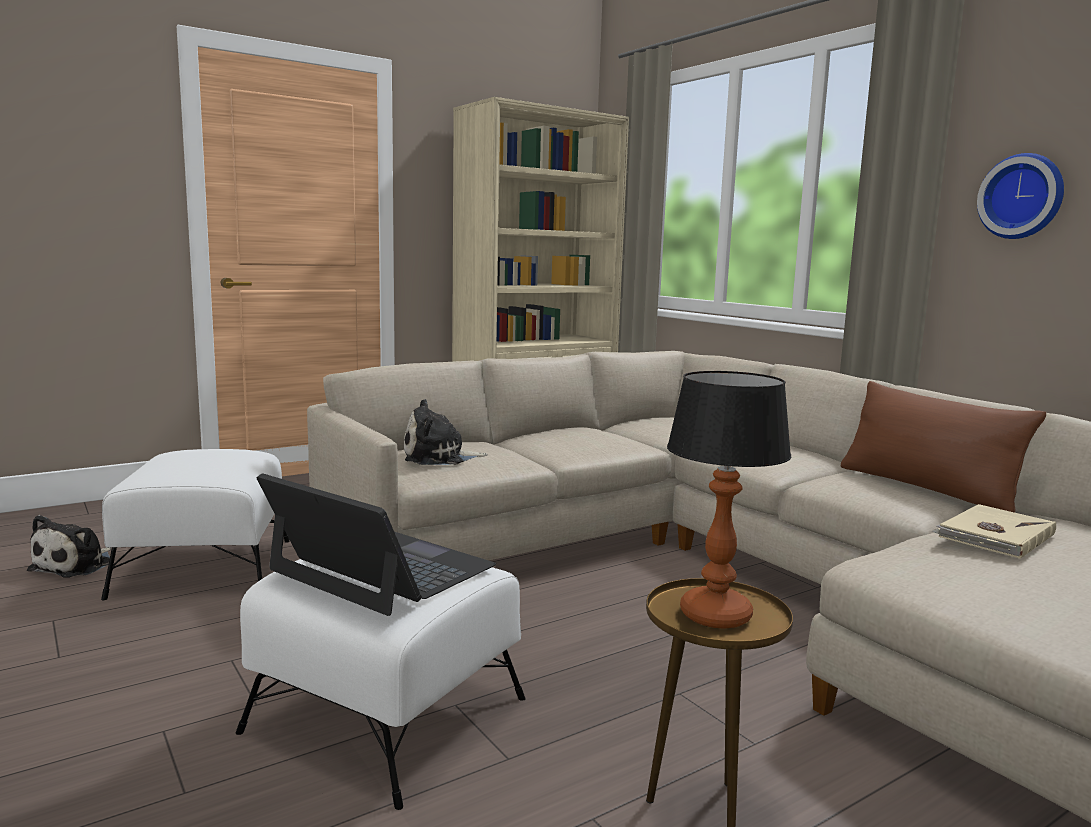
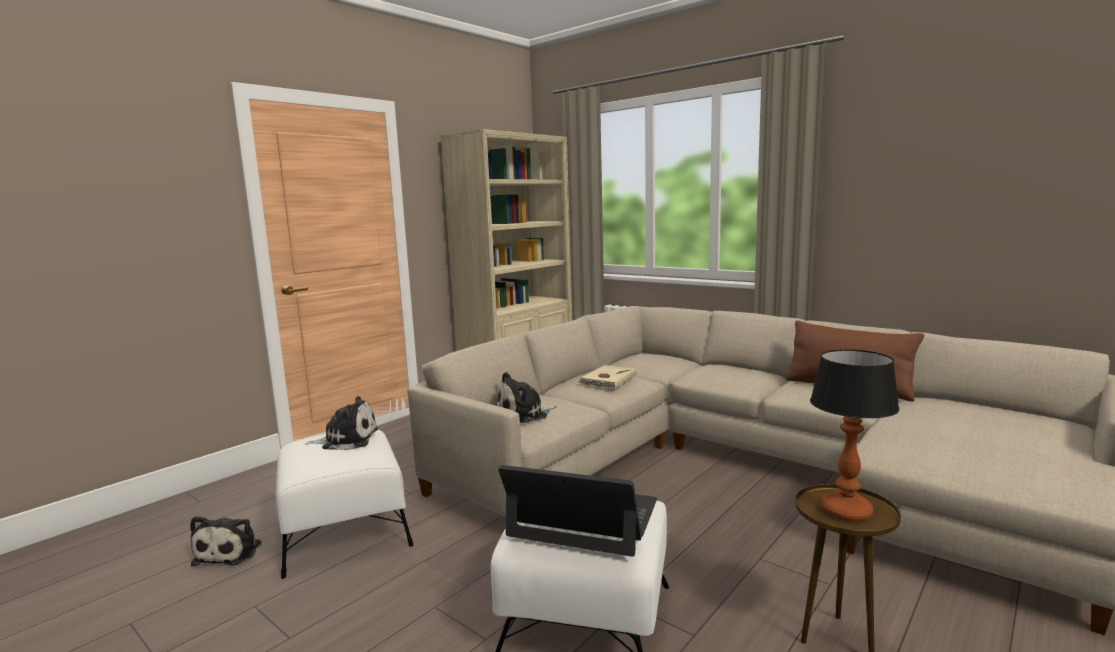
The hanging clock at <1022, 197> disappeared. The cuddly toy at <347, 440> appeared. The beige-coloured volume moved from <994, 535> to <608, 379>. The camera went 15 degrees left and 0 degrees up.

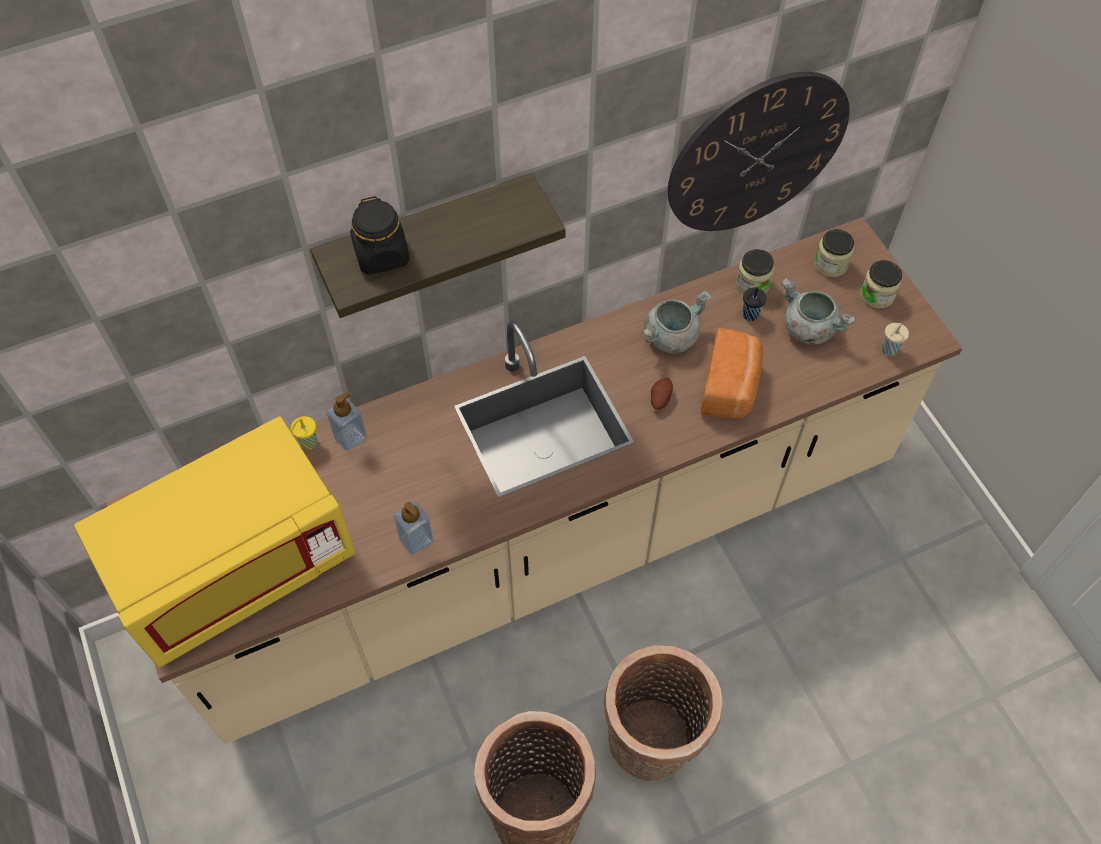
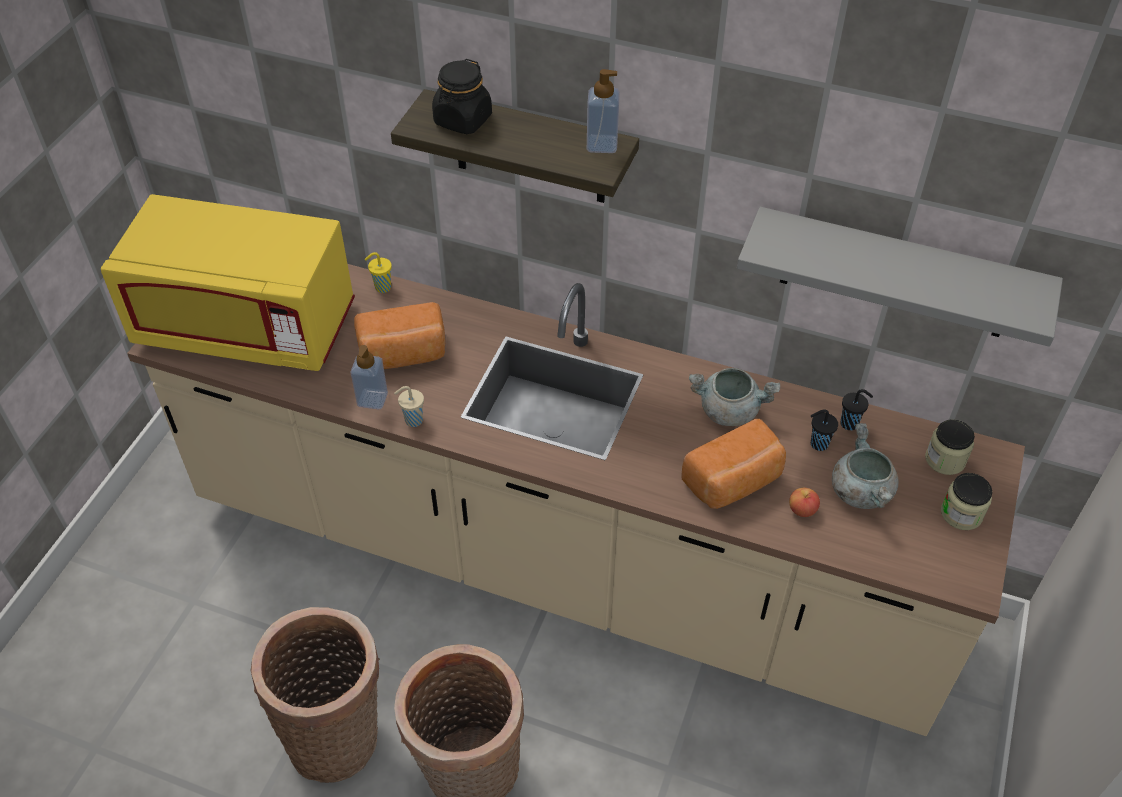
The potato at <659, 399> disappeared. The bread at <404, 355> appeared. The apple fruit at <802, 510> appeared. The liquid soap bottle moved from <350, 437> to <602, 144>. The beige-coloured drinking cup moved from <888, 350> to <412, 420>. The hanging clock at <757, 153> was replaced by the grey shelf at <896, 274>. The jar at <752, 284> was replaced by the black drinking cup at <850, 424>. The camera went 45 degrees right and 10 degrees down.

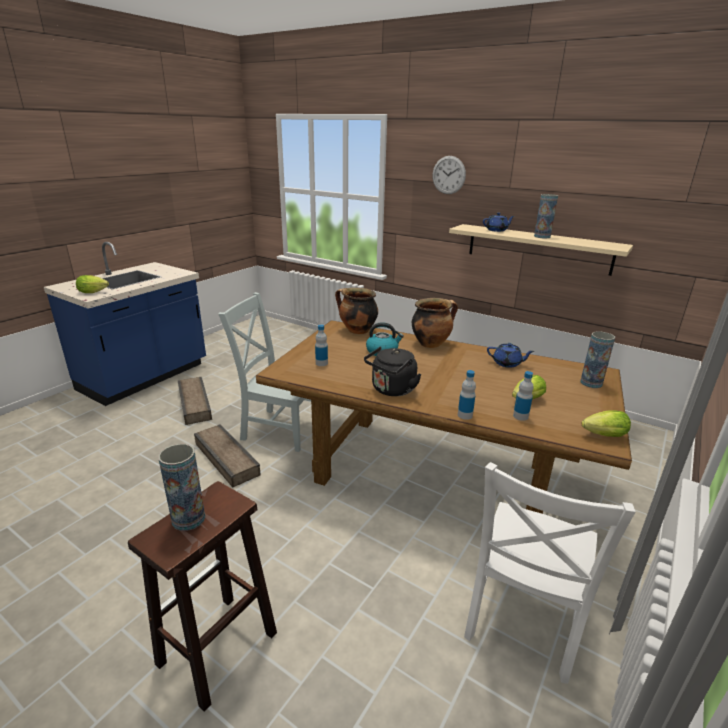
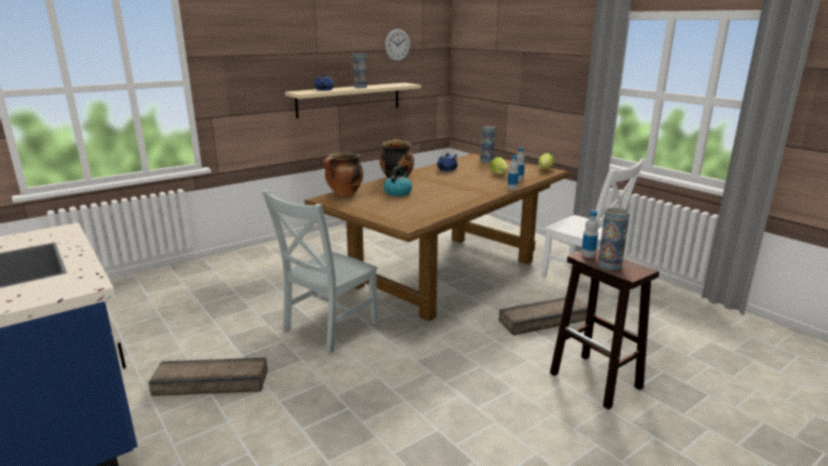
The lettuce at <94, 292> disappeared. The black tea kettle at <392, 390> disappeared. The shipping crate moved from <225, 459> to <545, 320>. The drink bottle moved from <321, 363> to <588, 254>. The hanging clock moved from <448, 175> to <397, 45>. The camera went 70 degrees left and 5 degrees down.

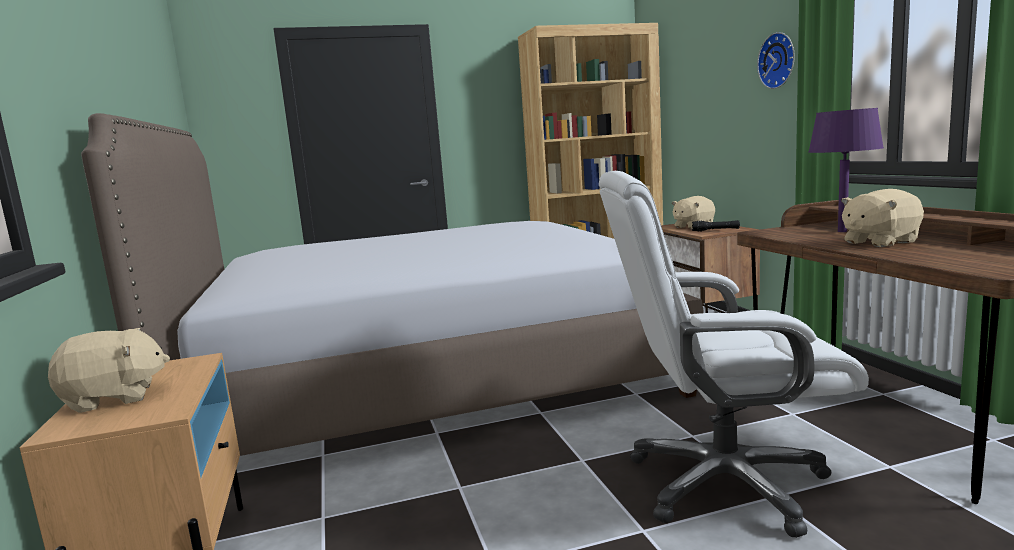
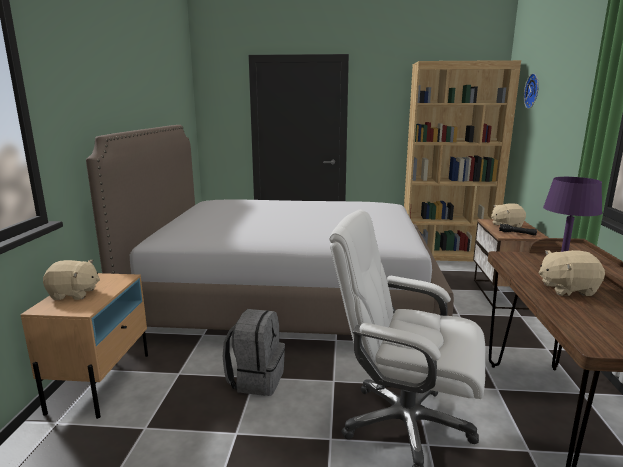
The grey rucksack at <256, 379> appeared. The hanging clock moved from <779, 60> to <533, 91>. The camera went 20 degrees right and 5 degrees up.

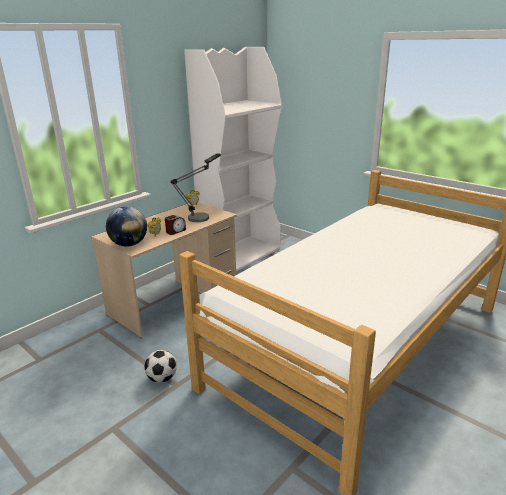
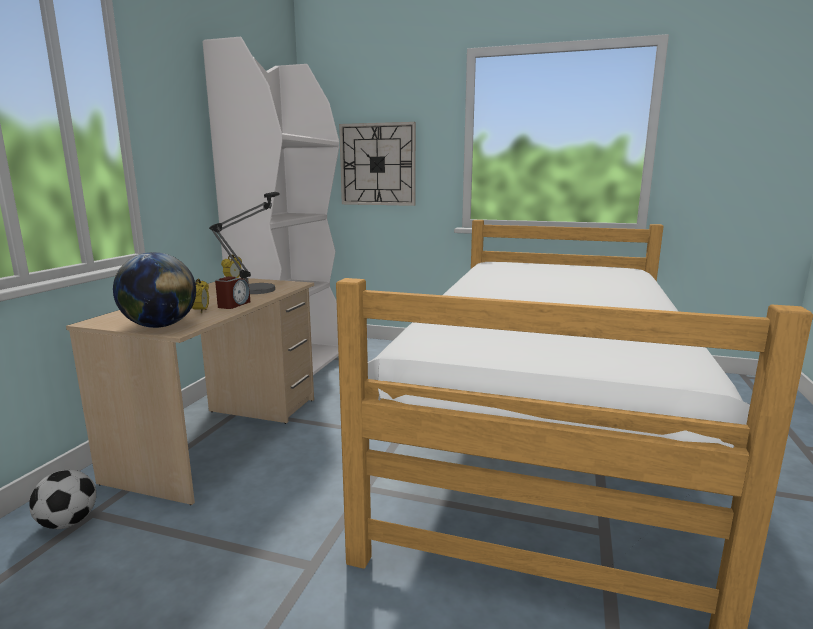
The hanging clock at <377, 164> appeared. The ball for football moved from <162, 378> to <68, 523>. The camera went 25 degrees left and 10 degrees down.

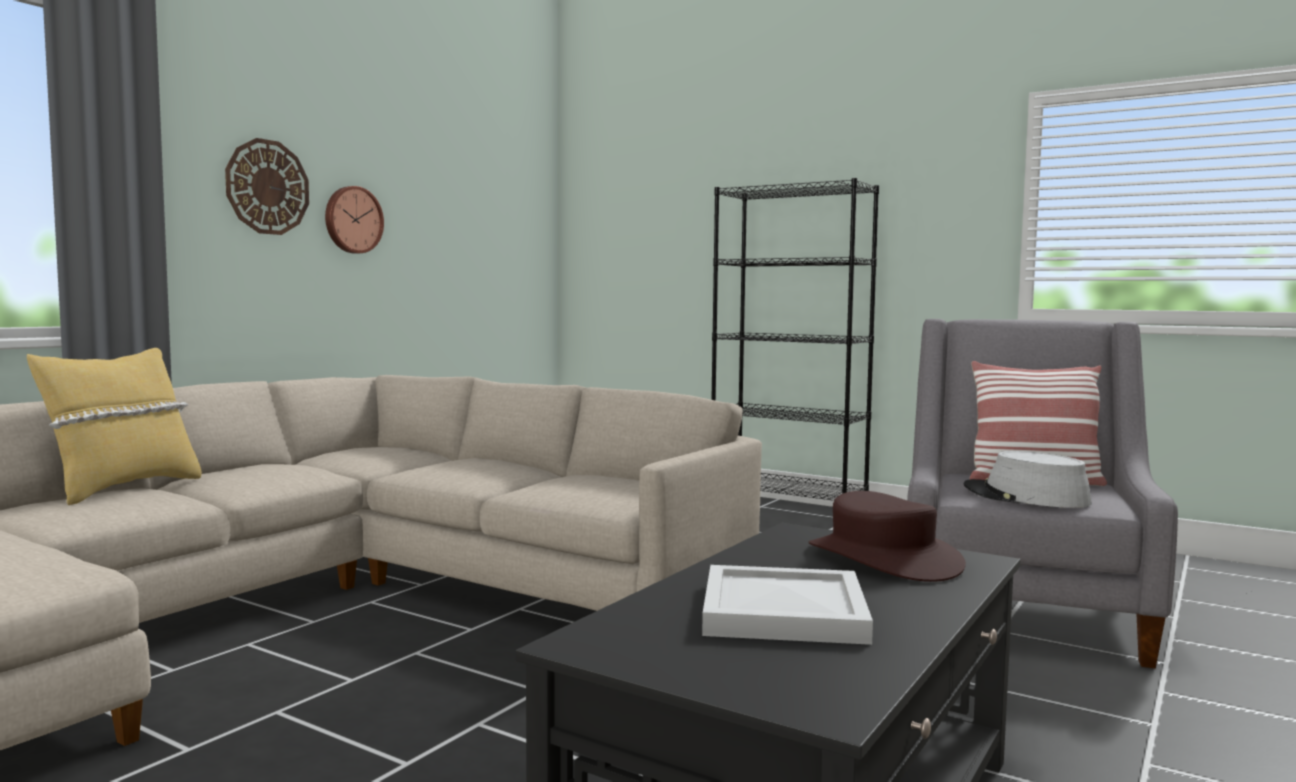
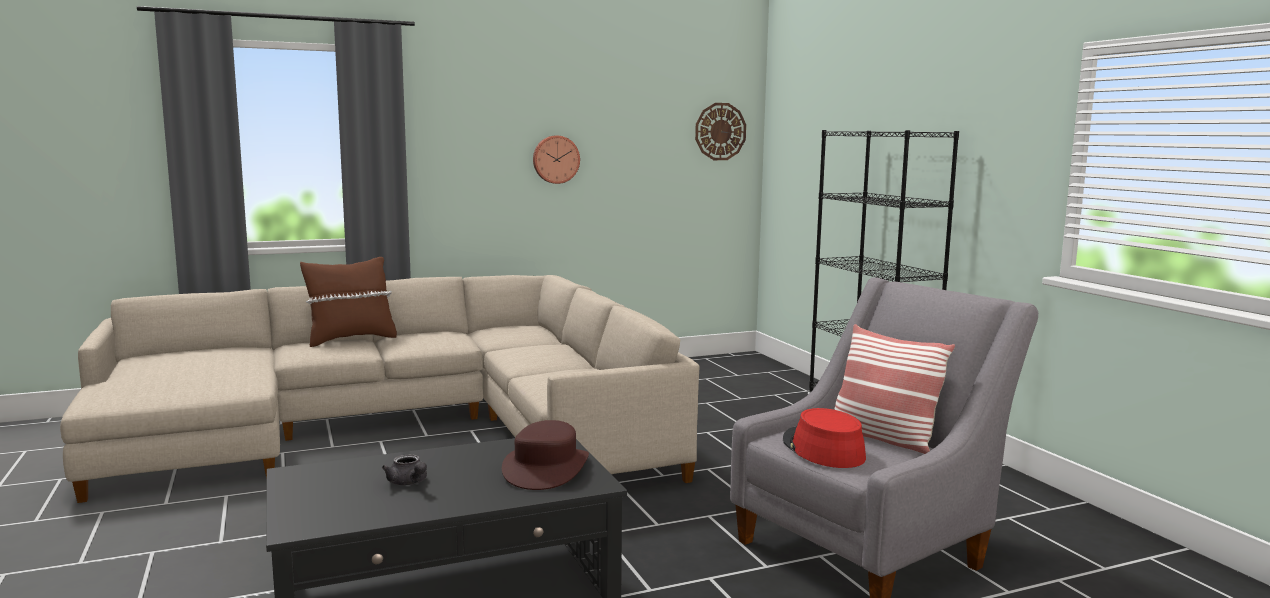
The hanging clock moved from <267, 187> to <720, 131>. The white-coloured carrying tray at <786, 611> was replaced by the grey teapot at <409, 483>. The yellowish throw pillow at <123, 489> became the brown throw pillow at <350, 339>. The grey wearable hat at <1025, 496> became the red-coloured wearable hat at <822, 449>. The camera went 35 degrees right and 5 degrees up.

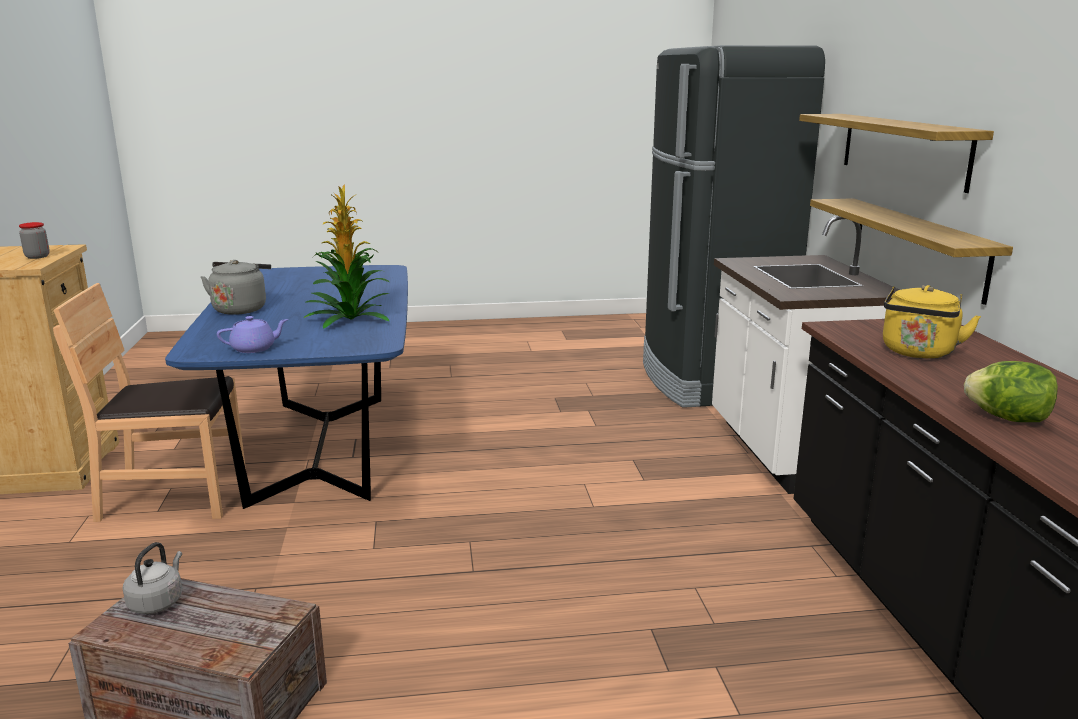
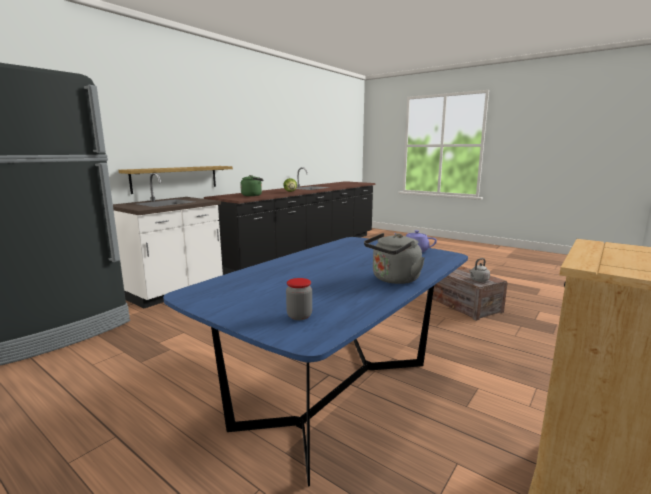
The brown upright chair at <174, 495> disappeared. The plant in a pot at <349, 318> disappeared. The shelf at <903, 149> disappeared. The jar moved from <37, 257> to <299, 316>. The yellowish tea kettle at <918, 353> became the greenish tea kettle at <253, 195>. The camera went 135 degrees left and 5 degrees down.

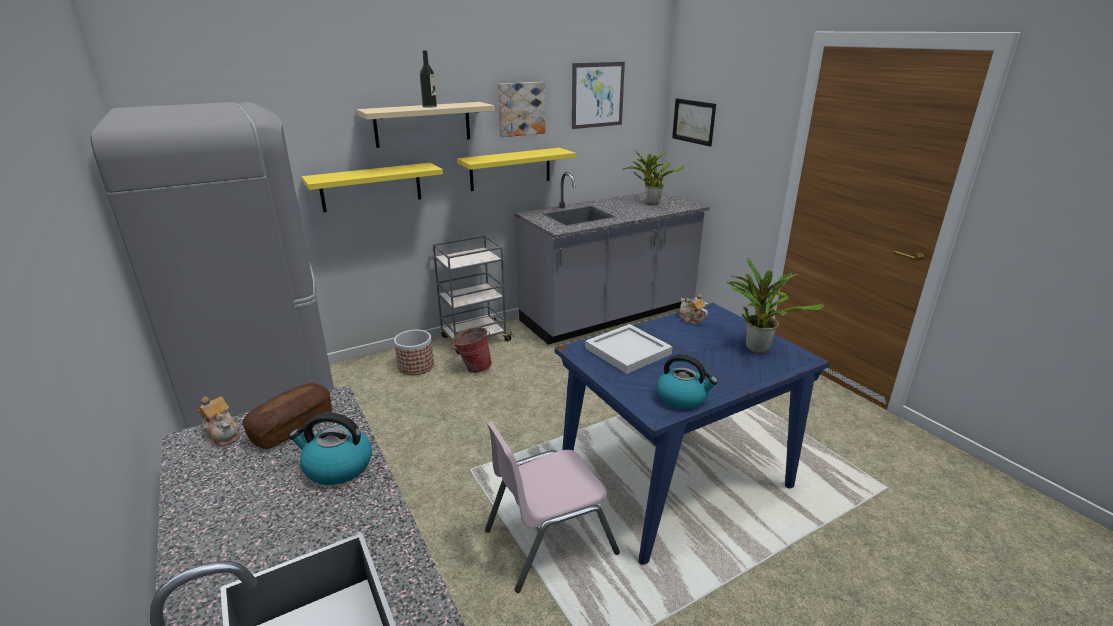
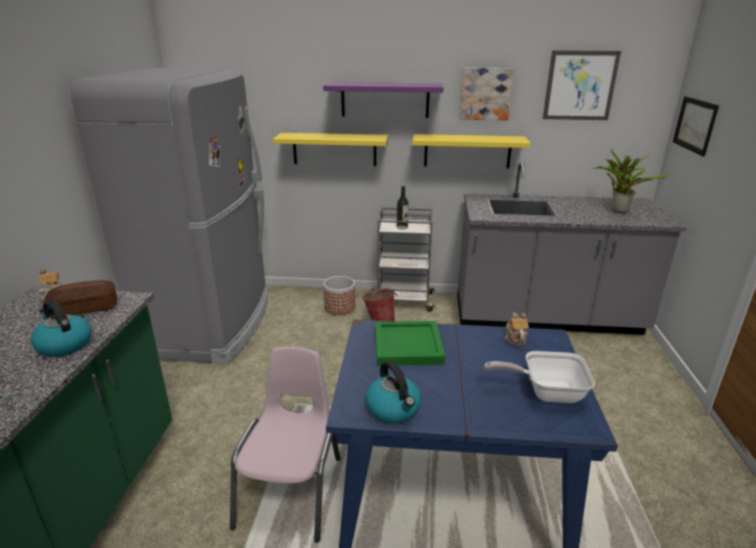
The drink bottle moved from <429, 106> to <402, 227>. The plant in a pot at <755, 347> was replaced by the frying pan at <545, 392>. The beige-coloured shelf at <423, 124> became the purple shelf at <385, 100>. The white-coloured carrying tray at <629, 351> became the greenish carrying tray at <409, 346>. The pinkish upright chair at <549, 540> turned 90 degrees clockwise. The camera went 35 degrees right and 0 degrees up.

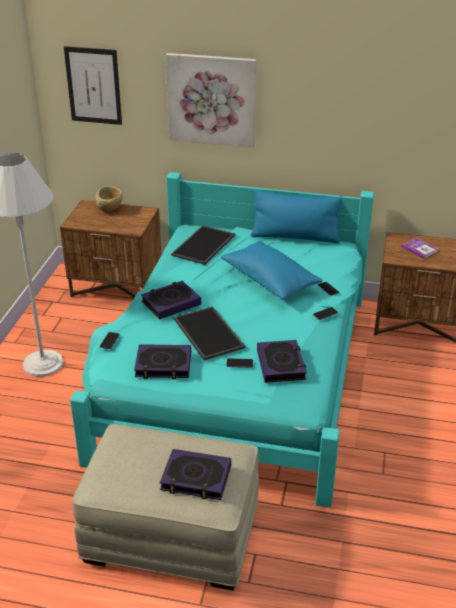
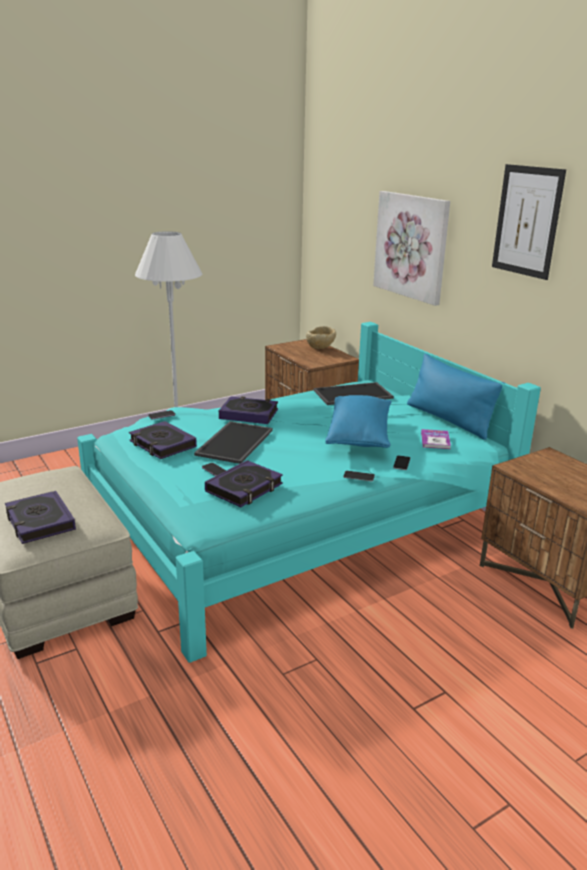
The picture moved from <93, 86> to <527, 221>. The volume moved from <419, 249> to <435, 440>. The camera went 45 degrees right and 10 degrees down.

